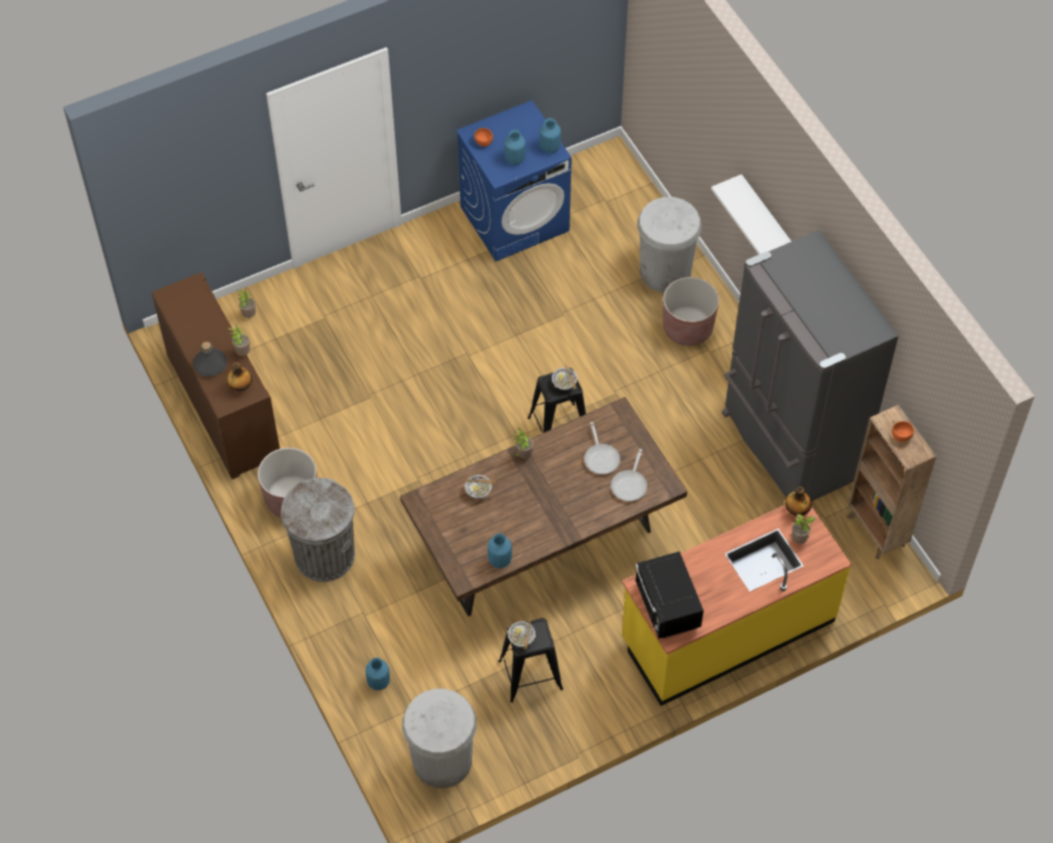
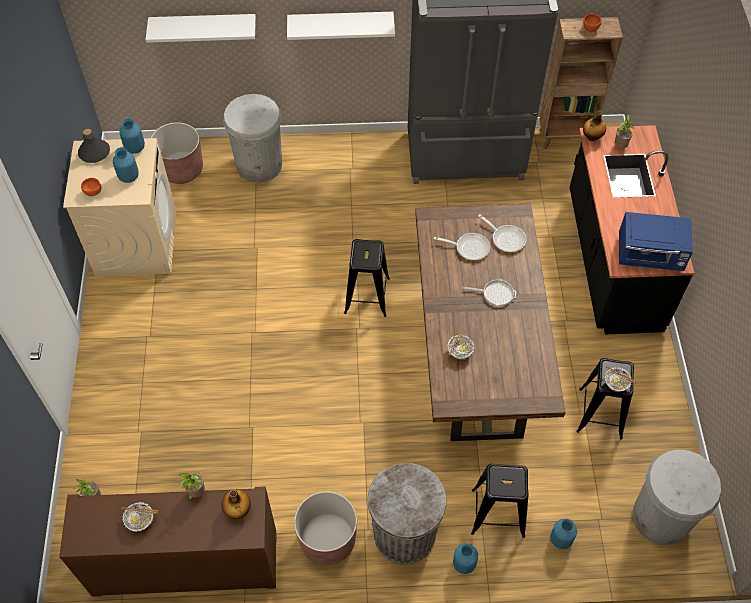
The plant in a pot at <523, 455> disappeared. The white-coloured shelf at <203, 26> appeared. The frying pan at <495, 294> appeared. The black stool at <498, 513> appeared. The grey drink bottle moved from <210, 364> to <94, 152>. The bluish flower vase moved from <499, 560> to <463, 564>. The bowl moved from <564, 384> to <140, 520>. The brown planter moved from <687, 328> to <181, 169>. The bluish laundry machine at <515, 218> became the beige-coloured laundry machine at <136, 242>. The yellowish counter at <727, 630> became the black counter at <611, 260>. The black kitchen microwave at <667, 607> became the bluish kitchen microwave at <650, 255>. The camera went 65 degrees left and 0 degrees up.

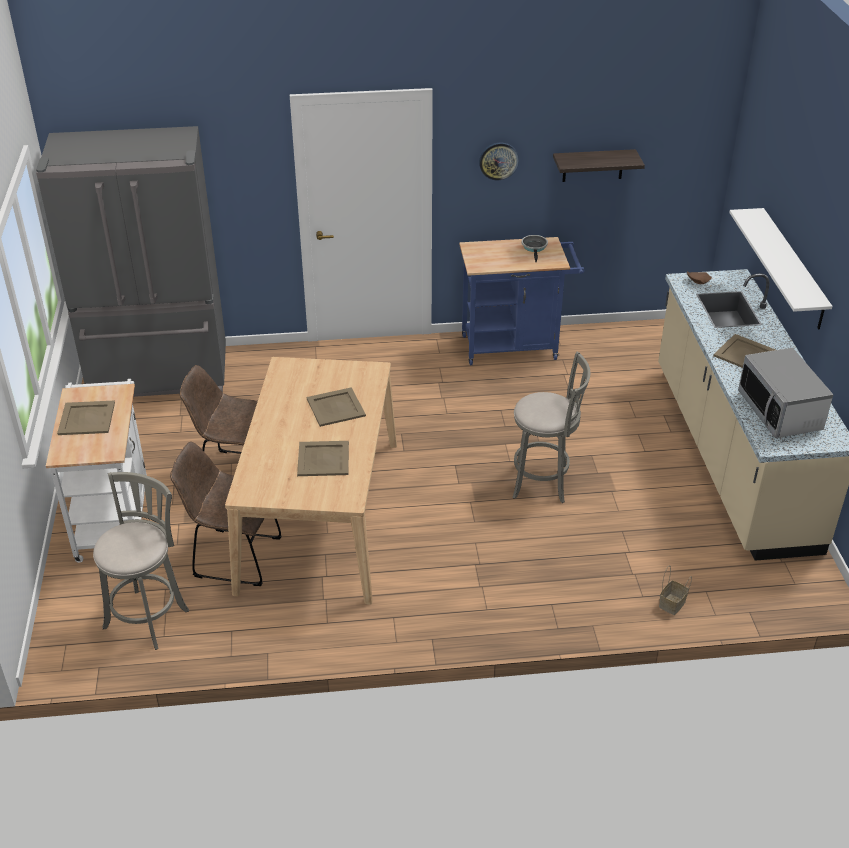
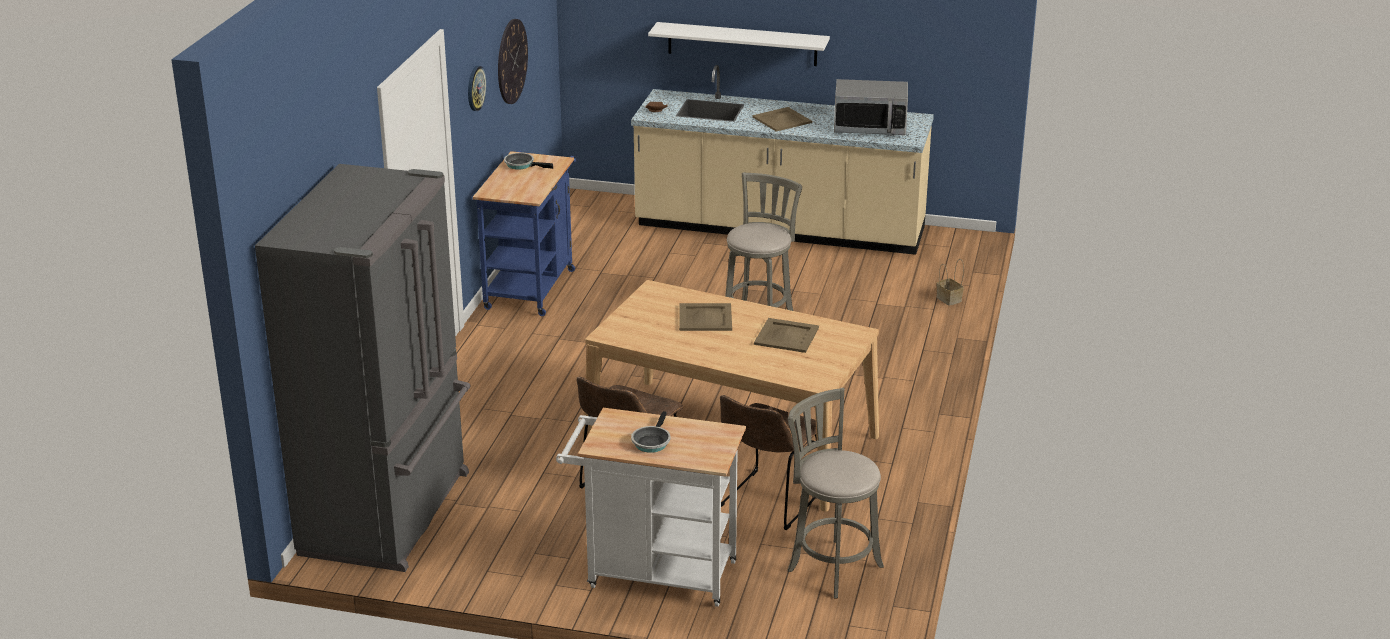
The beige-coloured carrying tray at <86, 418> was replaced by the frying pan at <651, 441>. The shelf at <593, 165> was replaced by the hanging clock at <511, 61>. The camera went 70 degrees left and 10 degrees down.

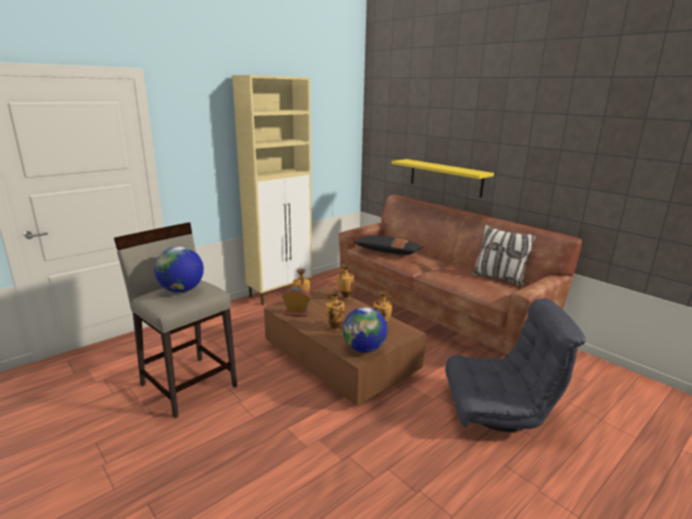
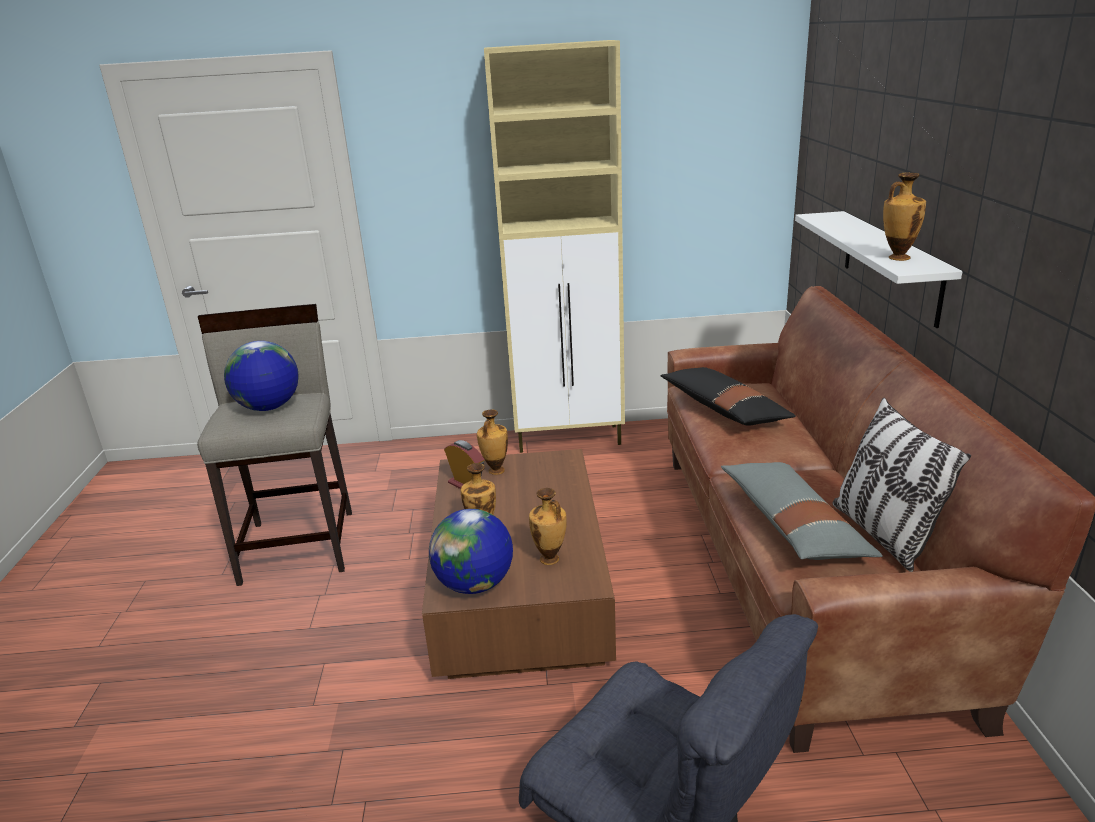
The grey throw pillow at <793, 525> appeared. The flower vase moved from <345, 298> to <897, 258>. The yellowish shelf at <445, 177> became the white-coloured shelf at <891, 265>. The camera went 40 degrees right and 5 degrees up.

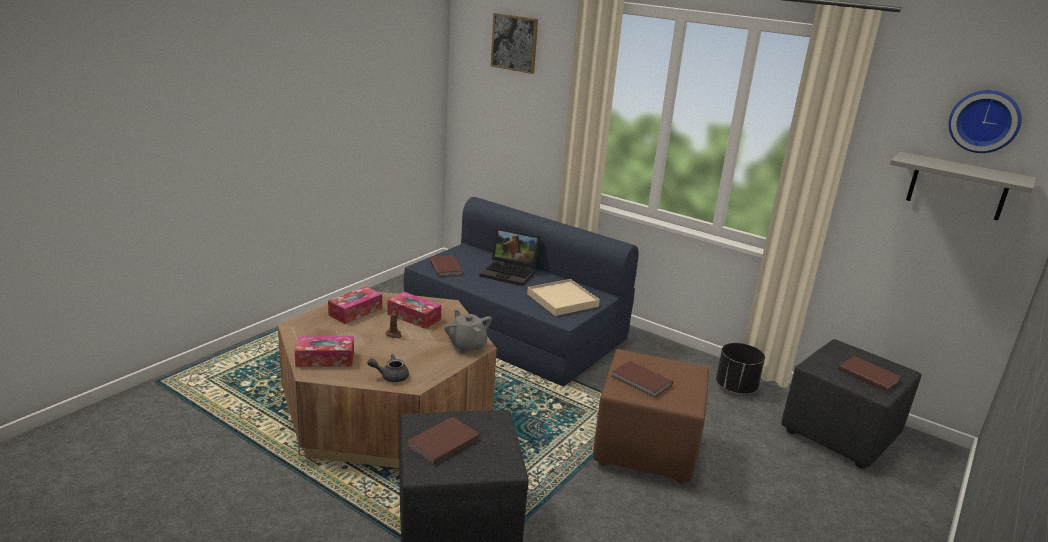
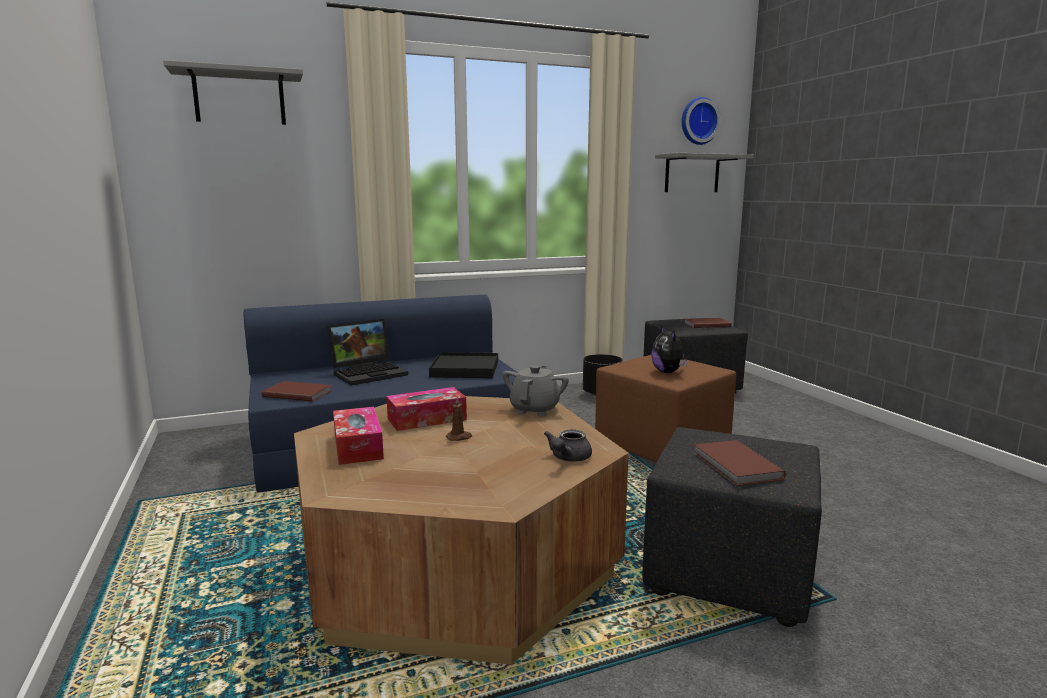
The tissue holder at <325, 359> disappeared. The picture at <514, 43> was replaced by the grey shelf at <239, 98>. The brown volume at <641, 381> was replaced by the cuddly toy at <668, 372>. The beige-coloured carrying tray at <562, 300> became the black carrying tray at <465, 369>. The grey teapot at <467, 345> turned 105 degrees clockwise. The camera went 55 degrees left and 10 degrees down.

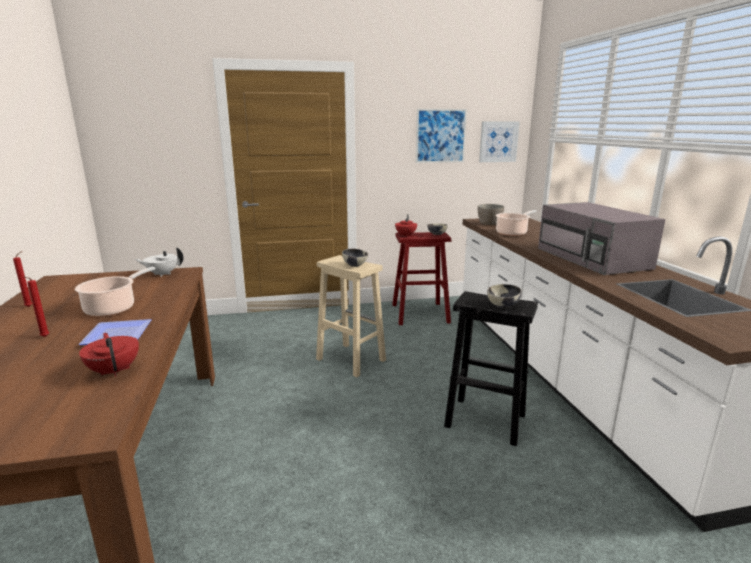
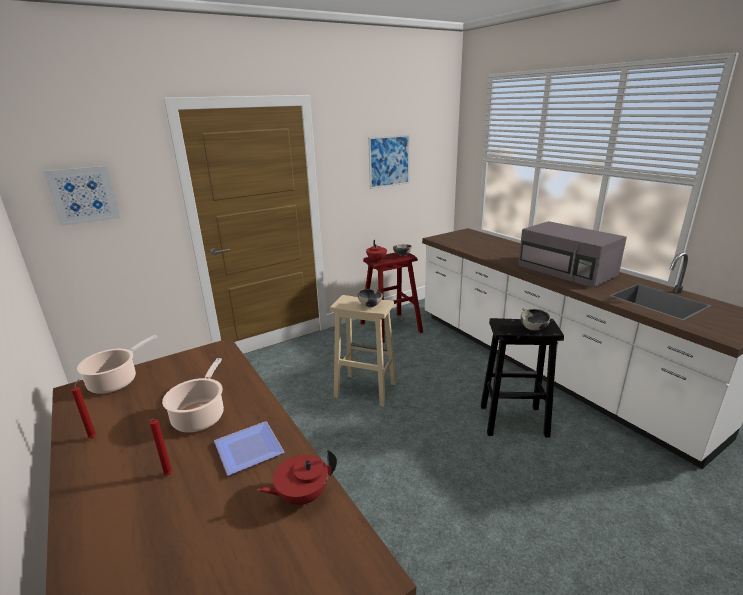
The white-coloured teapot at <162, 274> disappeared. The grey bowl at <489, 224> disappeared. The picture moved from <498, 142> to <83, 195>. The saucepot moved from <512, 233> to <116, 381>. The red-coloured teapot at <115, 370> turned 60 degrees counterclockwise. The camera went 20 degrees left and 5 degrees up.

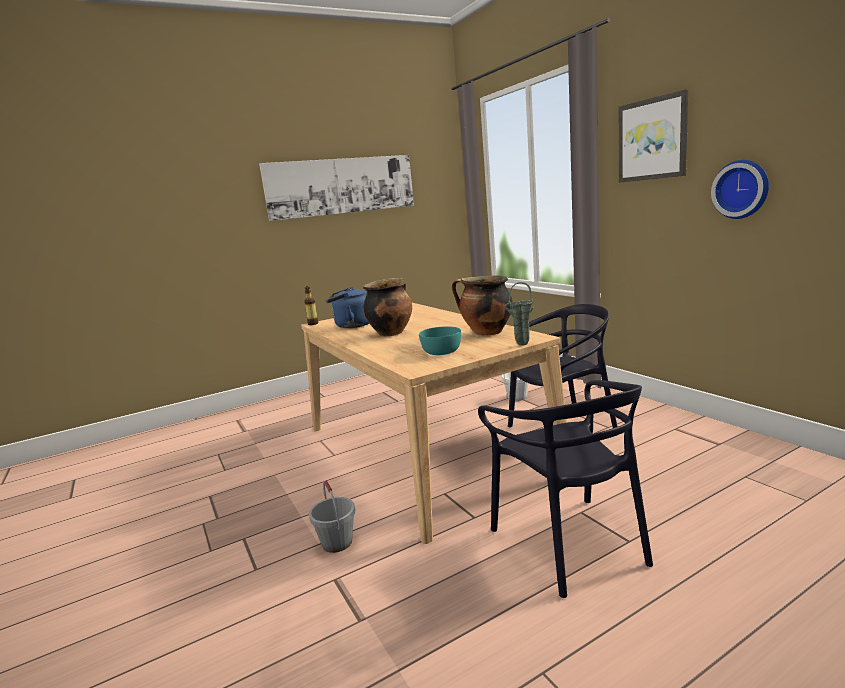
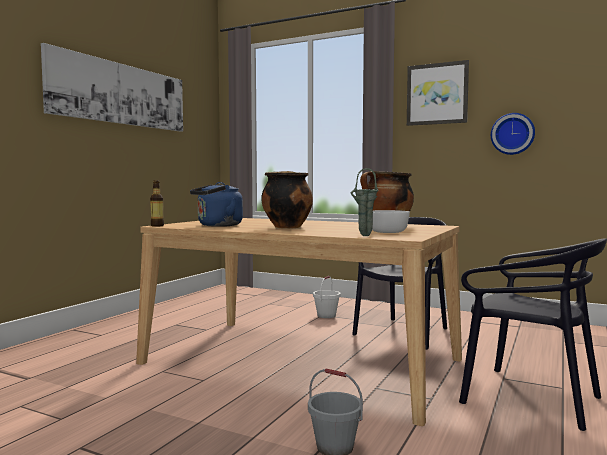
The greenish flower vase moved from <520, 345> to <364, 236>. The blue-green bowl at <441, 351> became the white-coloured bowl at <387, 232>. The camera went 35 degrees left and 10 degrees down.

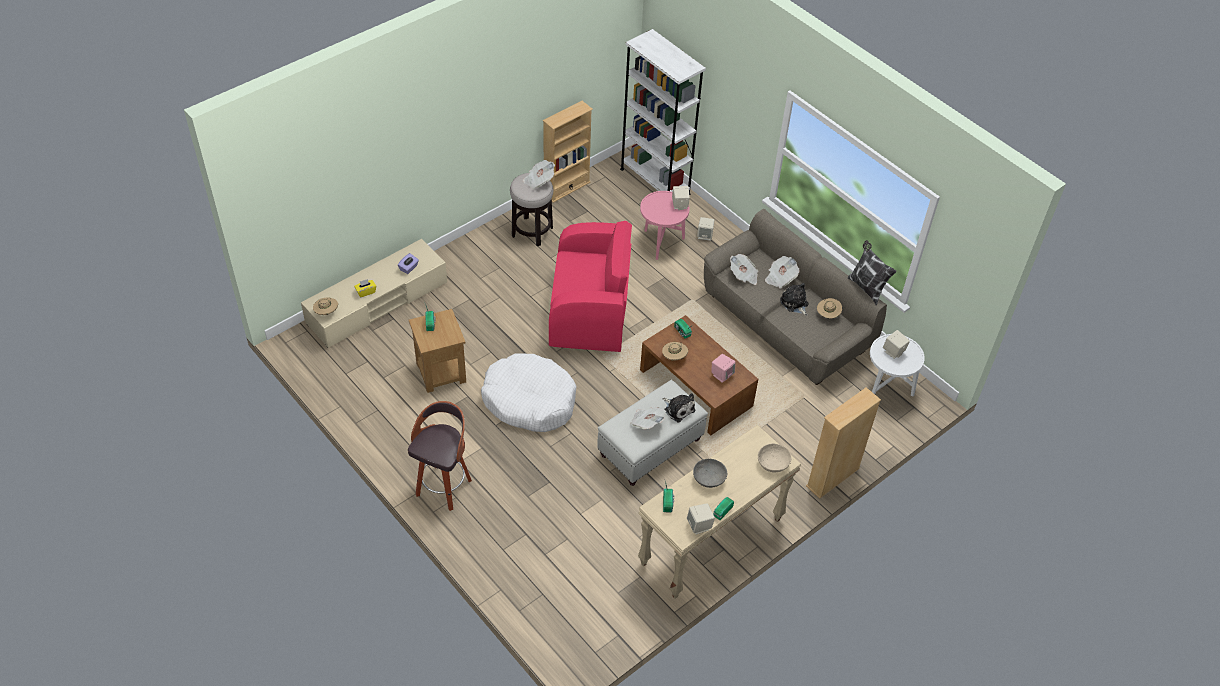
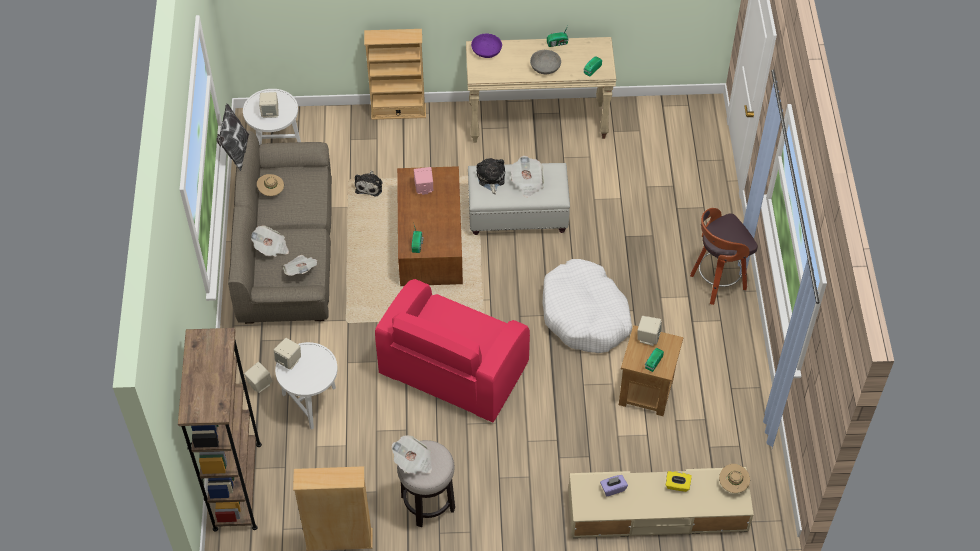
The beige-coloured wearable hat at <674, 357> disappeared. The beige-coloured speaker moved from <699, 526> to <648, 337>. The cuddly toy moved from <794, 303> to <369, 186>. The white-coloured shelving unit at <655, 181> became the brown shelving unit at <237, 486>. The pinkish end table at <661, 244> became the white-coloured end table at <312, 402>. The beige-coloured bowl at <773, 463> became the purple bowl at <486, 51>. The pinkish easy chair at <590, 311> turned 105 degrees counterclockwise. The camera went 140 degrees left and 5 degrees up.

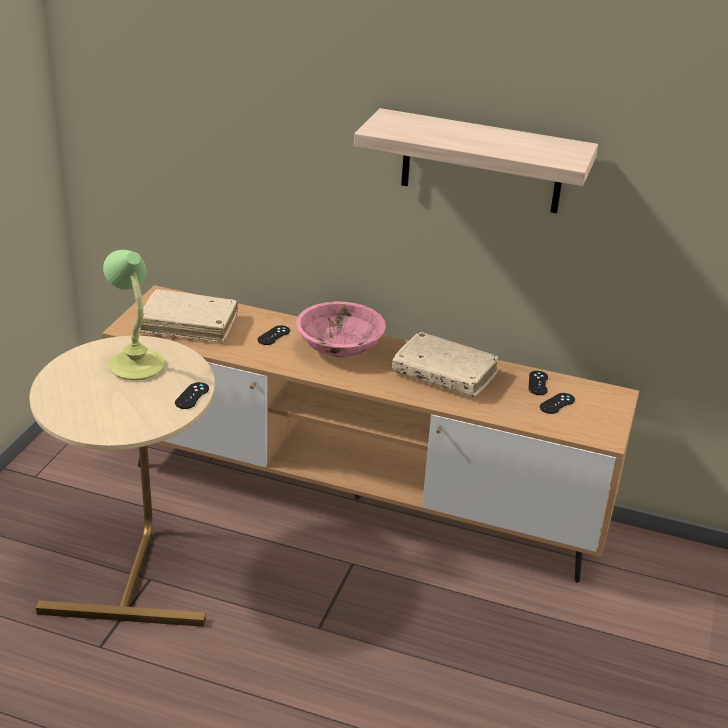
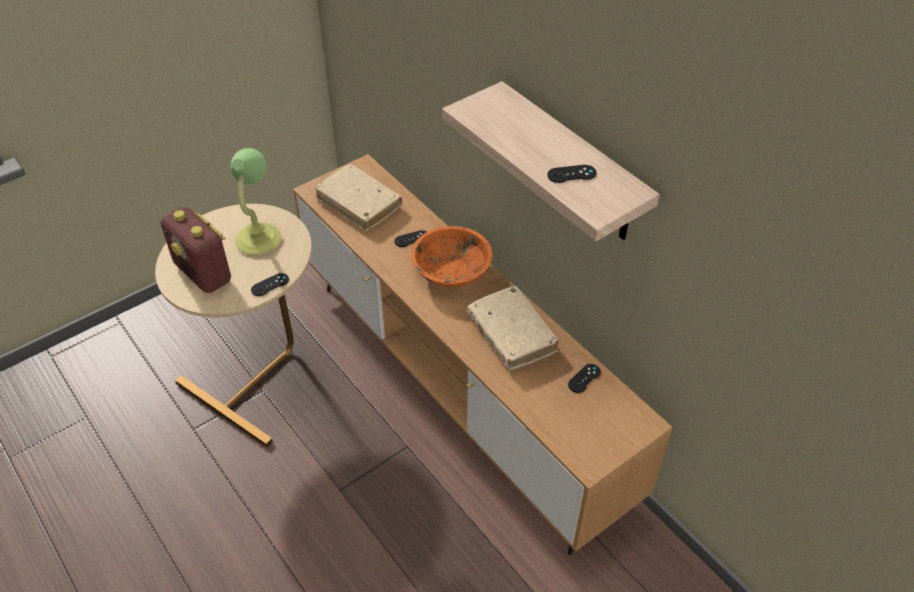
The radio set at <204, 273> appeared. The black gamepad moved from <557, 403> to <571, 174>. The pinkish bowl at <339, 348> became the orangey bowl at <451, 272>. The camera went 35 degrees right and 15 degrees up.

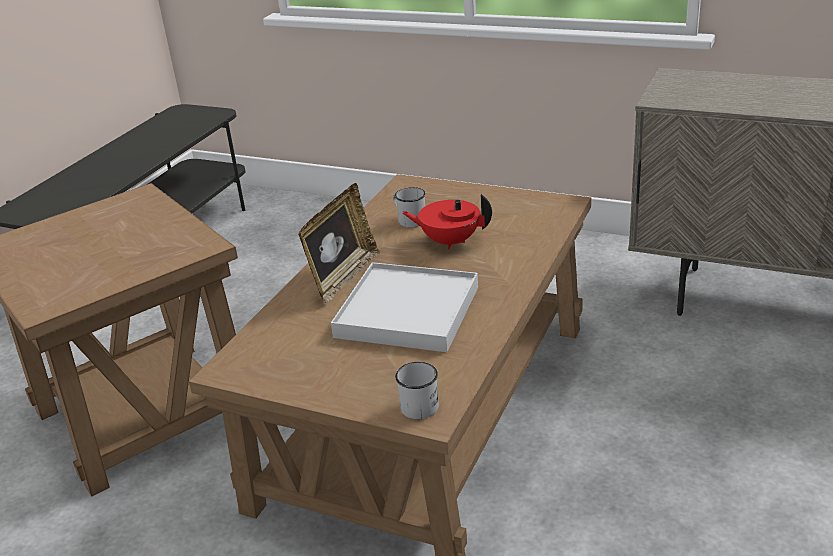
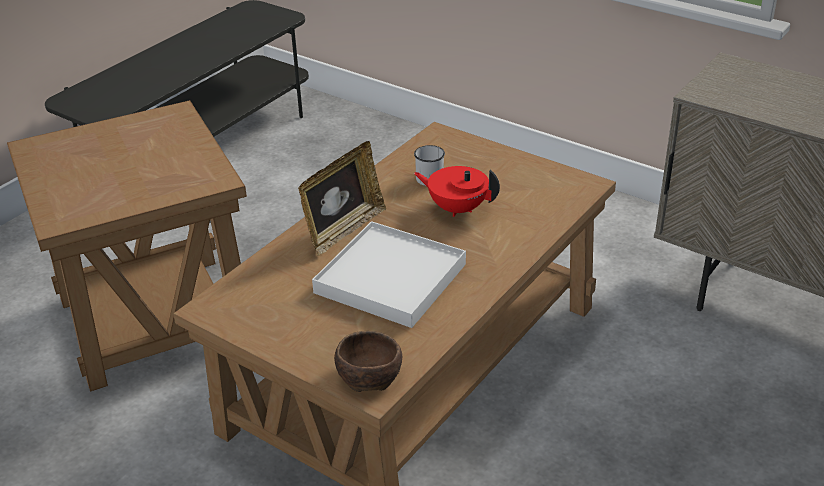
The white-coloured coffee mug at <419, 403> was replaced by the brown bowl at <368, 375>. The camera went 10 degrees right and 5 degrees up.

